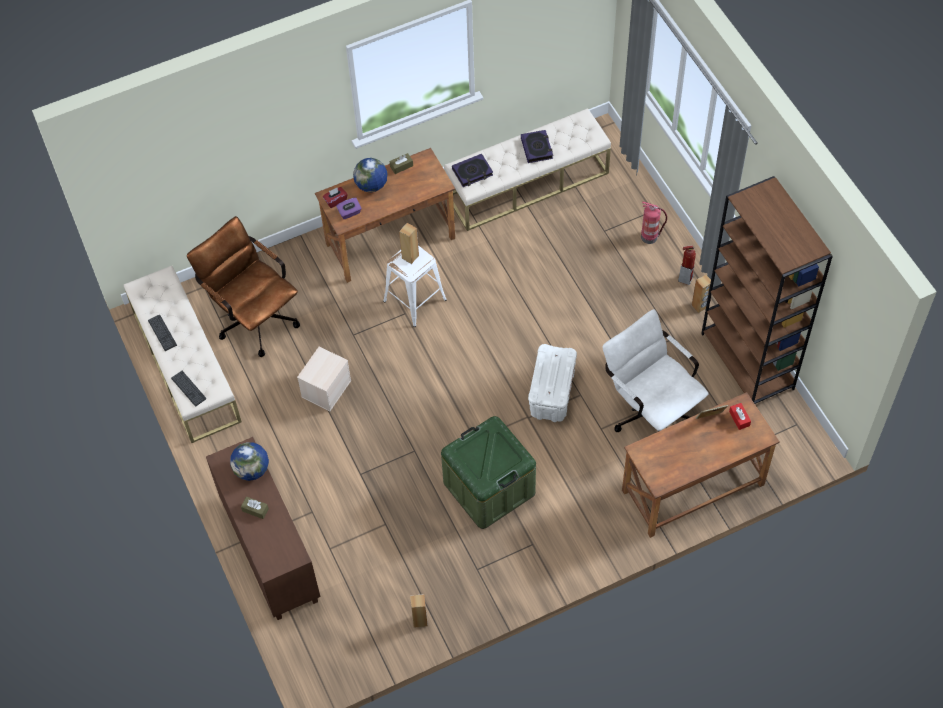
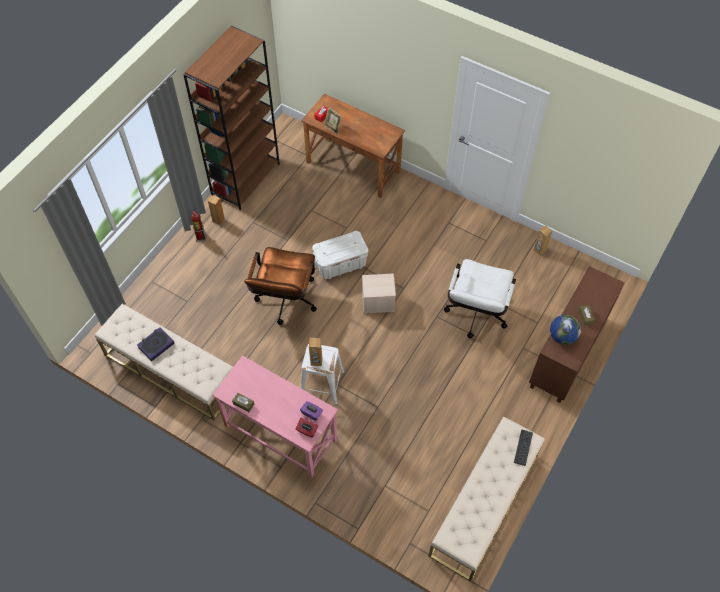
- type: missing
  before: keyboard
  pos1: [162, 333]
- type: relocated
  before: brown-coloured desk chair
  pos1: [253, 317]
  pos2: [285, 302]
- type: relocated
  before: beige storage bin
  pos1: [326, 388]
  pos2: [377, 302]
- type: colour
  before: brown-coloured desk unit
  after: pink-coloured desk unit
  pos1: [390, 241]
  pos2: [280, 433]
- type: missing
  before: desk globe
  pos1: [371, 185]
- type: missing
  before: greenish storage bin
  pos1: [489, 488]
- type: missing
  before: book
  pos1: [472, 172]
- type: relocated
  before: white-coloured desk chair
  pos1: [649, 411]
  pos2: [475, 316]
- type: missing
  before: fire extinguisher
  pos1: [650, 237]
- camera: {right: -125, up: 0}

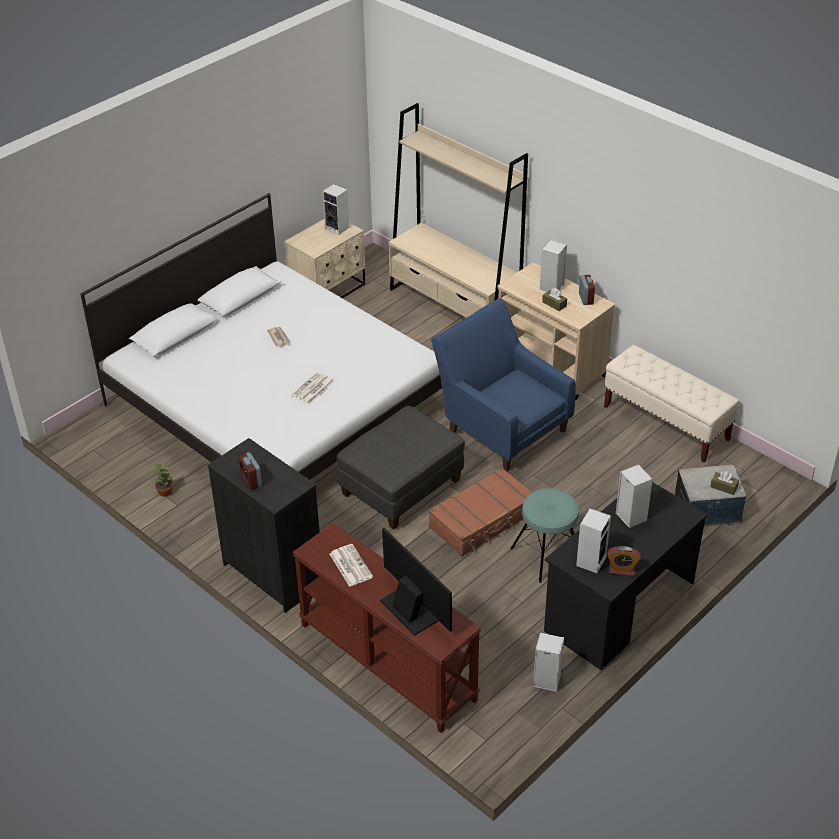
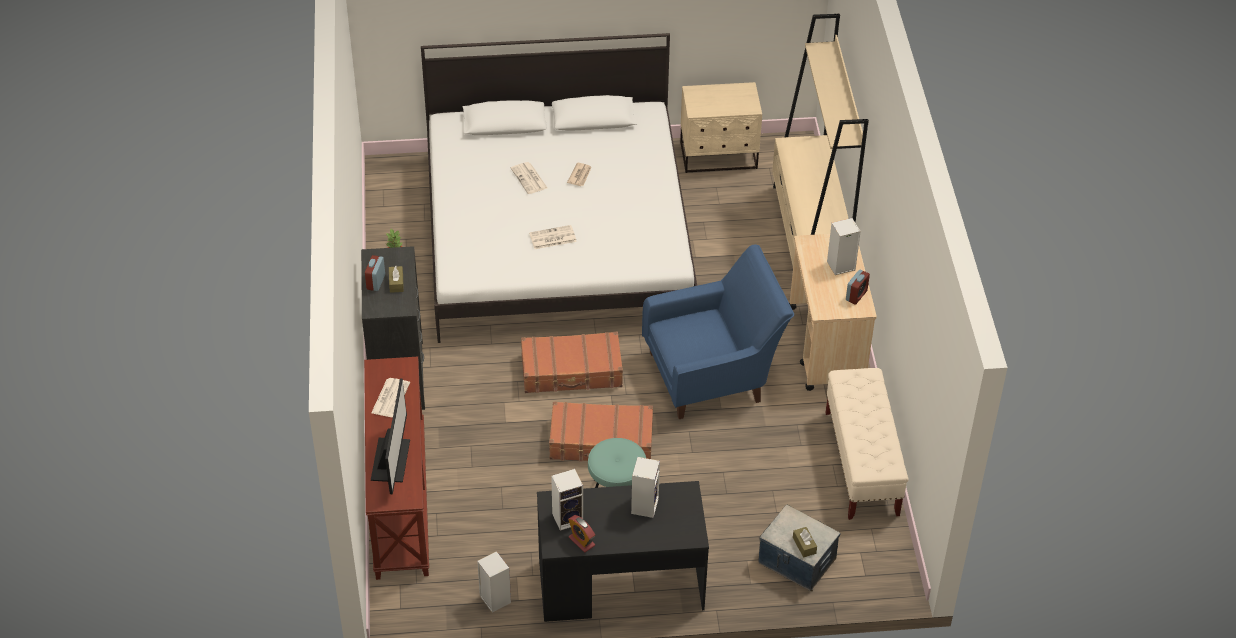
- type: missing
  before: loudspeaker
  pos1: [338, 228]
- type: exchanged
  before: greyish ottoman
  after: brown-coloured suitcase
  pos1: [401, 487]
  pos2: [572, 371]
- type: spun
  before: blue-coloured armchair
  pos1: [501, 428]
  pos2: [713, 374]
  turn: 75
- type: relocated
  before: brown-coloured box of tissues
  pos1: [554, 304]
  pos2: [396, 283]
- type: appeared
  after: daily paper
  pos2: [529, 179]
- camera: {right: 40, up: 5}

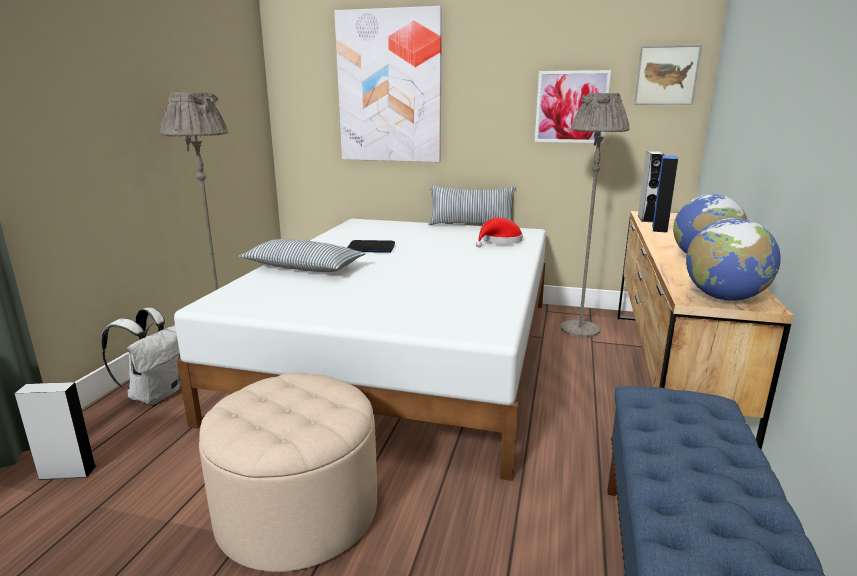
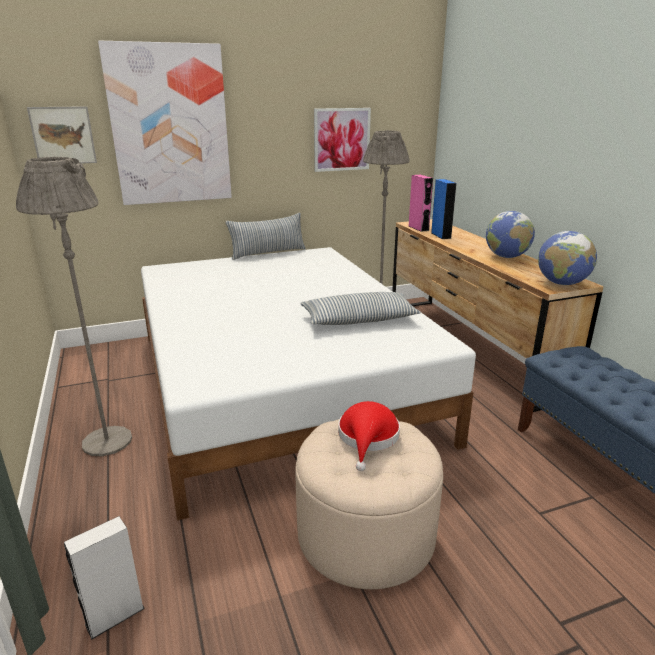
- type: missing
  before: white-coloured backpack
  pos1: [156, 394]
- type: relocated
  before: cushion
  pos1: [303, 267]
  pos2: [359, 319]
- type: missing
  before: portable computer
  pos1: [370, 248]
- type: relocated
  before: red-coloured wearable hat
  pos1: [500, 241]
  pos2: [368, 438]
- type: relocated
  before: picture
  pos1: [666, 75]
  pos2: [63, 135]
- type: colour
  before: greyish loudspeaker
  after: pink-coloured loudspeaker
  pos1: [646, 218]
  pos2: [418, 228]
- camera: {right: -35, up: 5}

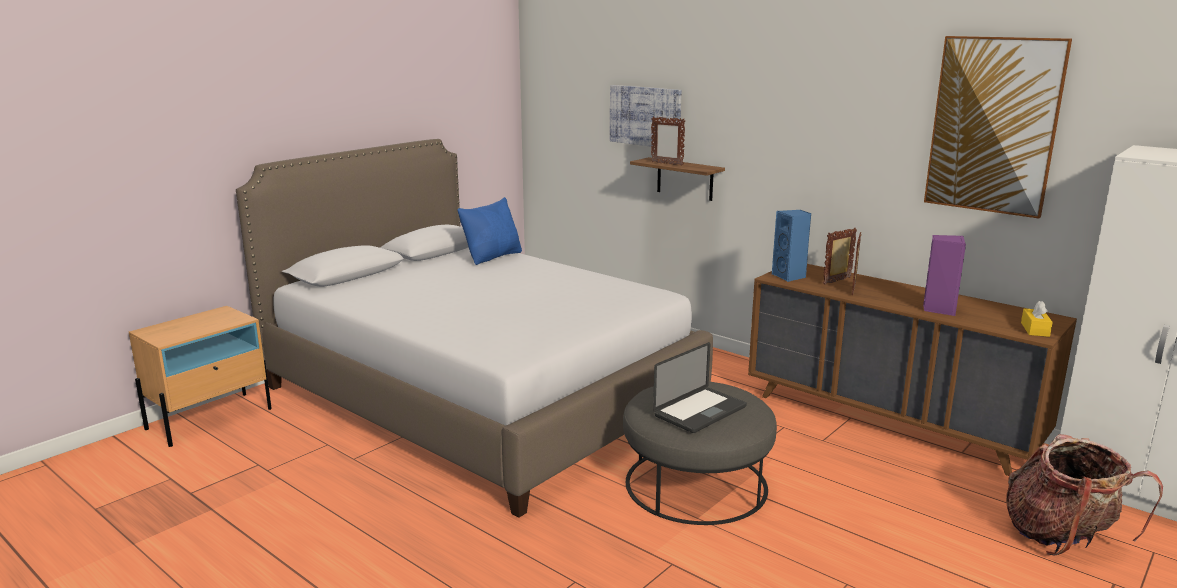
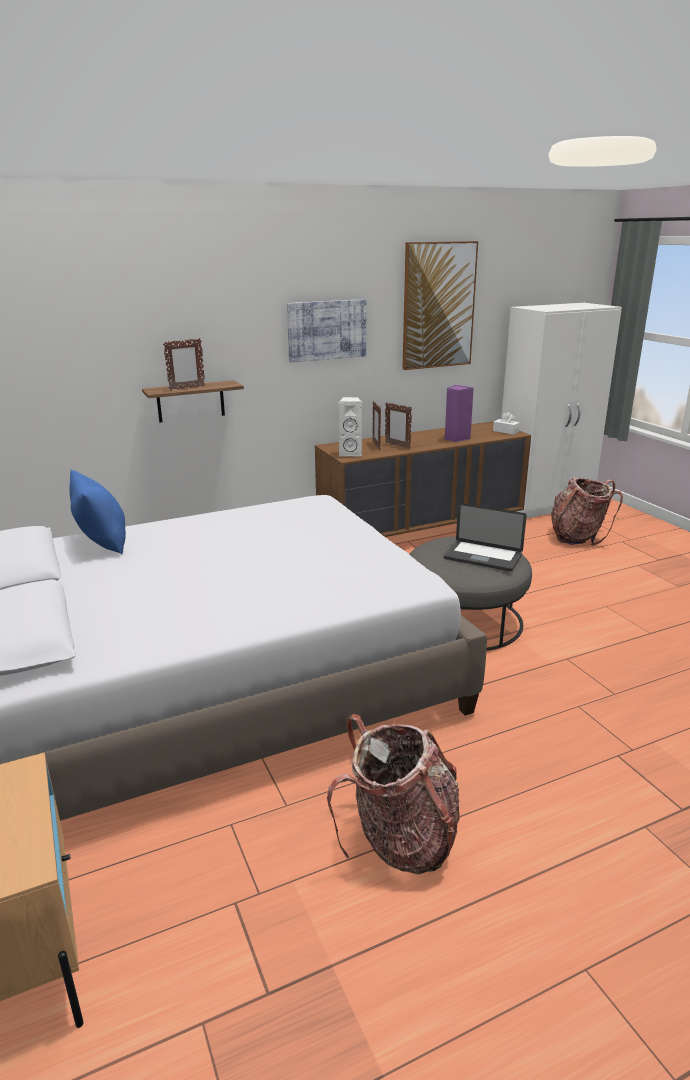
- type: relocated
  before: picture
  pos1: [645, 116]
  pos2: [327, 330]
- type: spun
  before: portable computer
  pos1: [700, 411]
  pos2: [482, 557]
  turn: 135
- type: colour
  before: blue-coloured loudspeaker
  after: white-coloured loudspeaker
  pos1: [789, 276]
  pos2: [350, 453]
- type: colour
  before: yellow box of tissues
  after: white-coloured box of tissues
  pos1: [1035, 329]
  pos2: [505, 431]
- type: appeared
  after: backpack
  pos2: [401, 839]
- camera: {right: -65, up: 5}

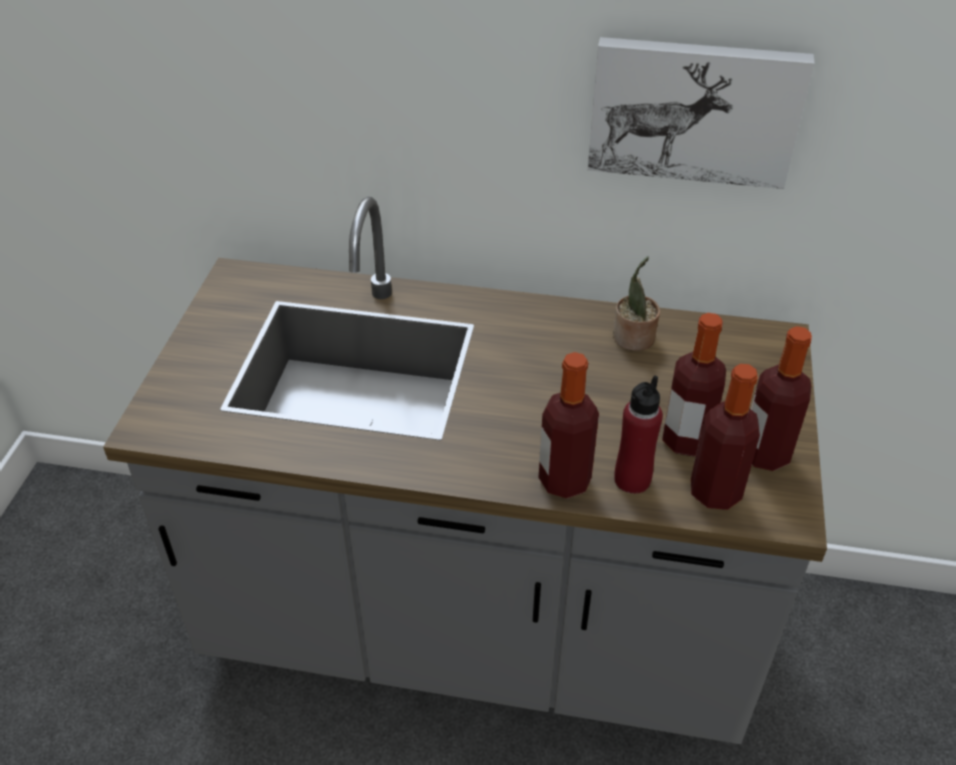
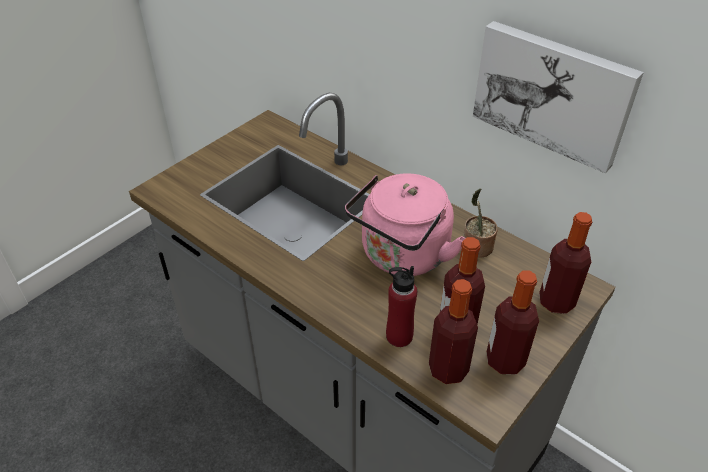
- type: relocated
  before: beverage bottle
  pos1: [564, 480]
  pos2: [556, 301]
- type: appeared
  after: pink-coloured kettle
  pos2: [402, 257]
- camera: {right: 30, up: 0}

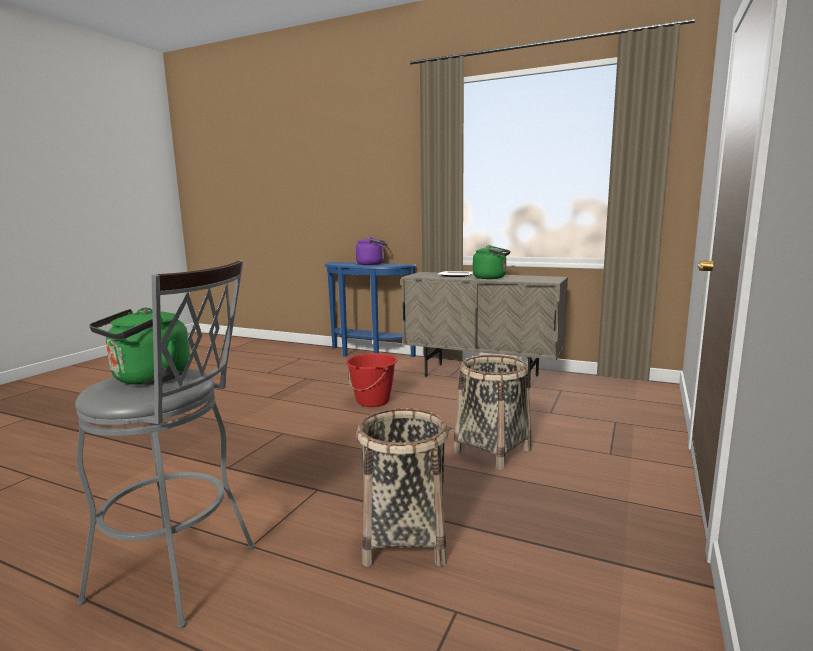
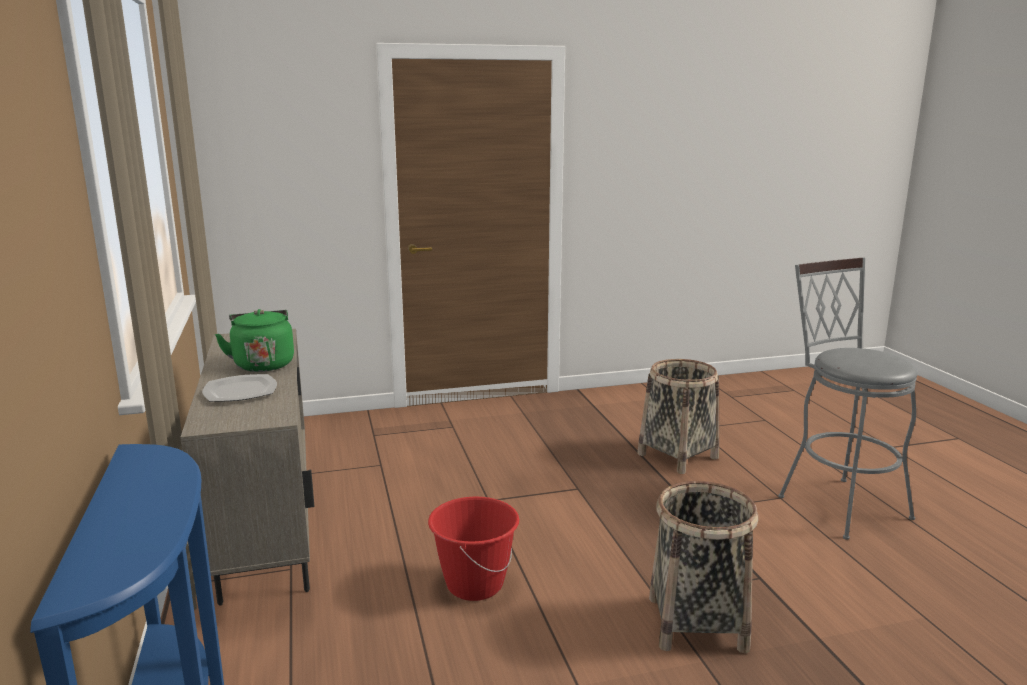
- type: missing
  before: greenish kettle
  pos1: [148, 379]
- type: missing
  before: purple kettle
  pos1: [372, 264]
- type: relocated
  before: household basket
  pos1: [492, 451]
  pos2: [697, 623]
- camera: {right: -130, up: 5}

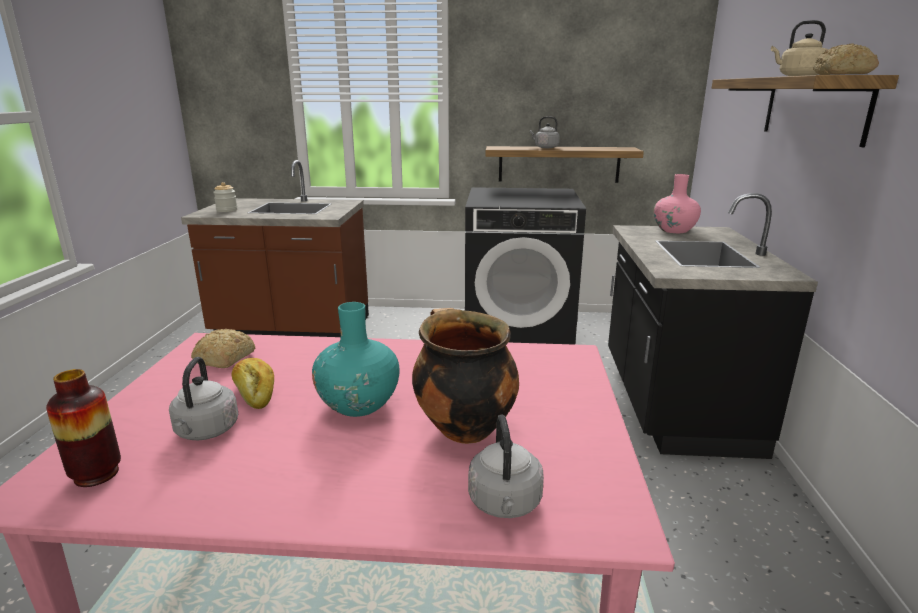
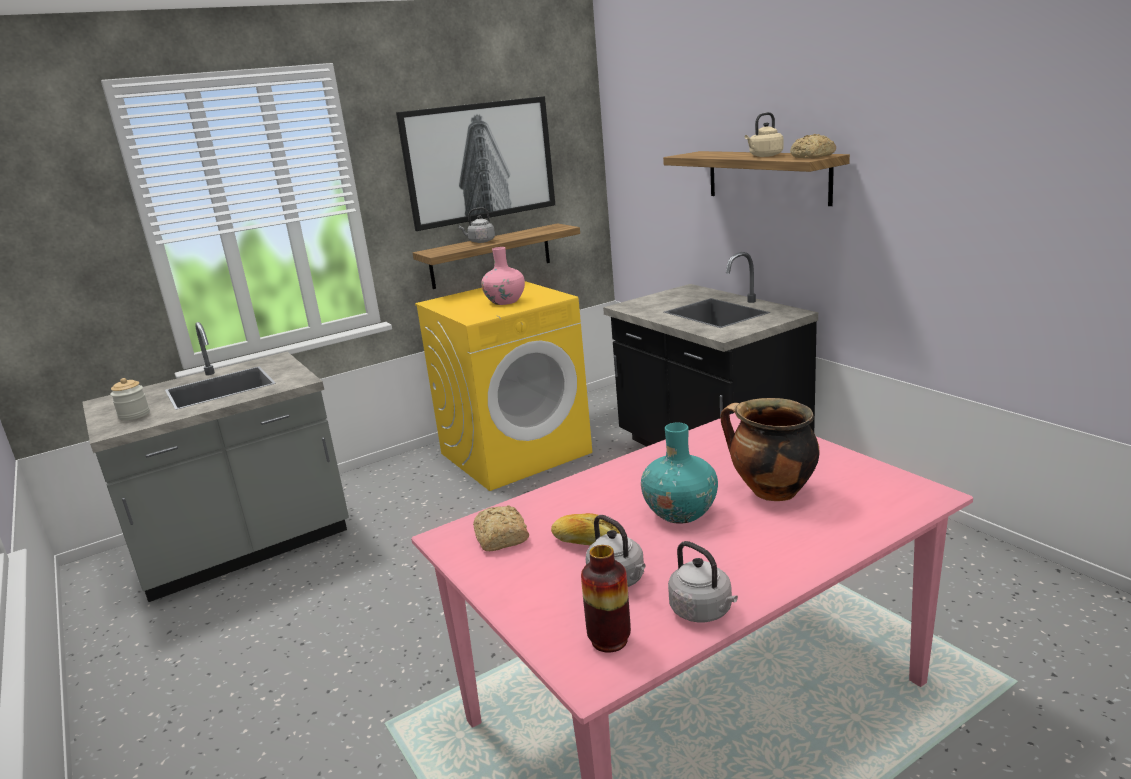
- type: colour
  before: brown-coloured kitchen counter
  after: greyish kitchen counter
  pos1: [292, 329]
  pos2: [245, 547]
- type: colour
  before: black washing machine
  after: yellow washing machine
  pos1: [518, 336]
  pos2: [516, 452]
- type: relocated
  before: greyish kettle
  pos1: [505, 504]
  pos2: [703, 612]
- type: relocated
  before: pink-coloured decorative vase
  pos1: [674, 230]
  pos2: [505, 301]
- type: appeared
  after: picture
  pos2: [480, 162]
- camera: {right: -35, up: 0}

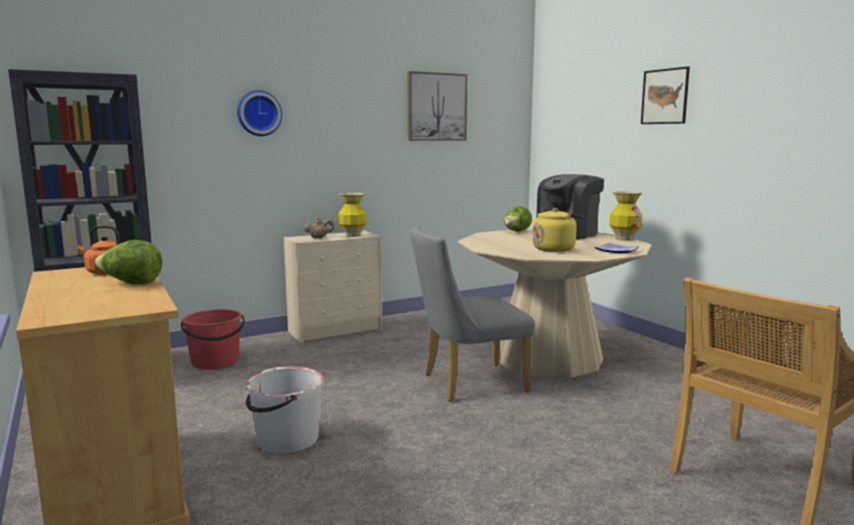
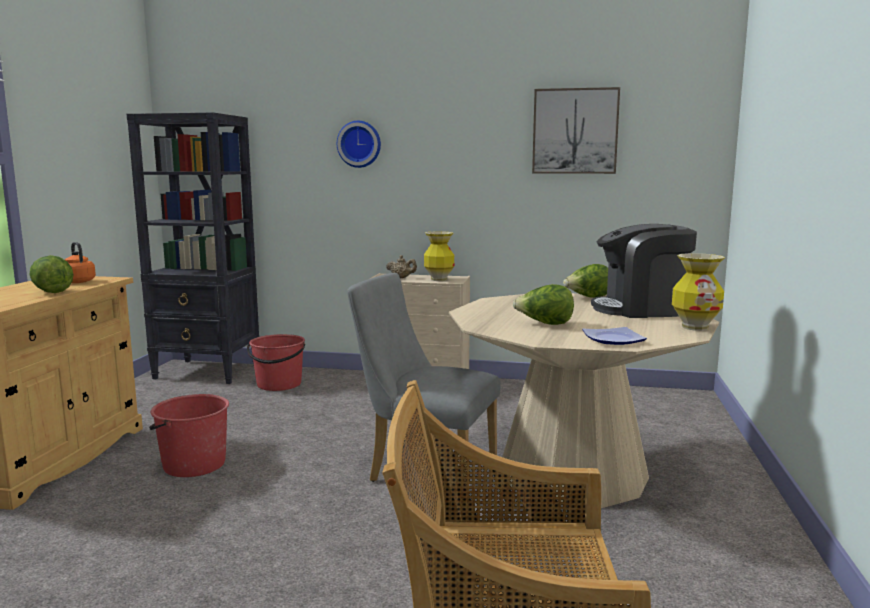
- type: colour
  before: white-coloured water bucket
  after: red-coloured water bucket
  pos1: [286, 439]
  pos2: [193, 464]
- type: exchanged
  before: yellow kettle
  after: lettuce
  pos1: [555, 249]
  pos2: [545, 324]
- type: missing
  before: picture
  pos1: [665, 96]
- camera: {right: 40, up: 0}

